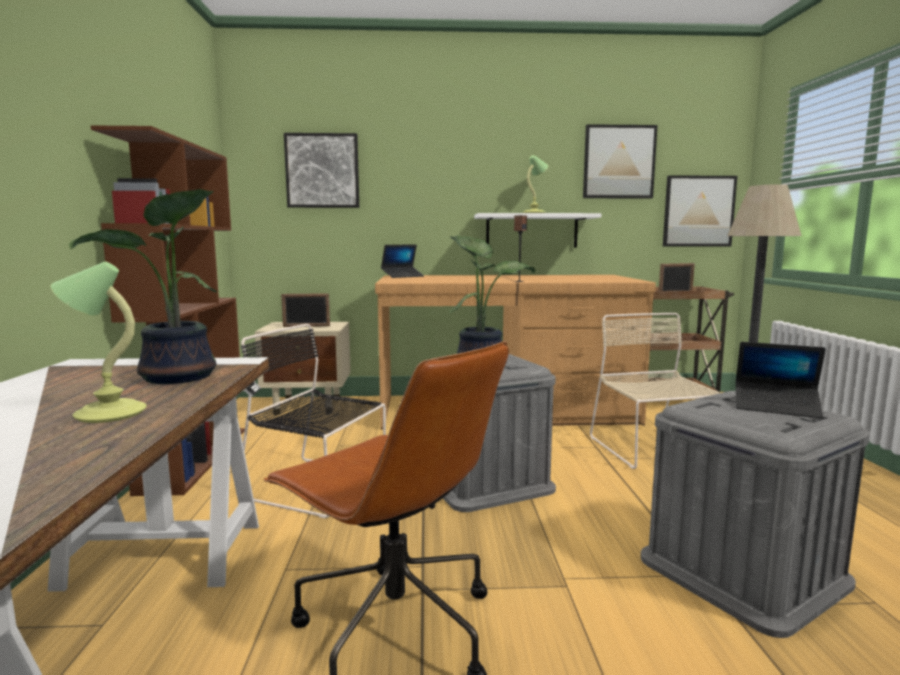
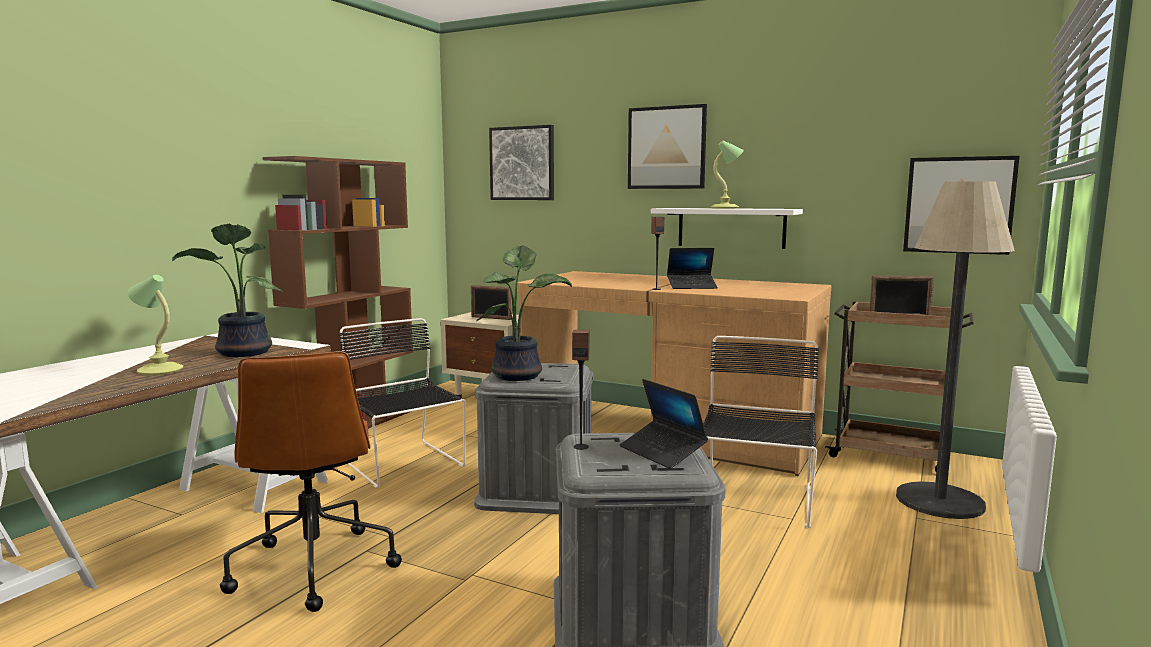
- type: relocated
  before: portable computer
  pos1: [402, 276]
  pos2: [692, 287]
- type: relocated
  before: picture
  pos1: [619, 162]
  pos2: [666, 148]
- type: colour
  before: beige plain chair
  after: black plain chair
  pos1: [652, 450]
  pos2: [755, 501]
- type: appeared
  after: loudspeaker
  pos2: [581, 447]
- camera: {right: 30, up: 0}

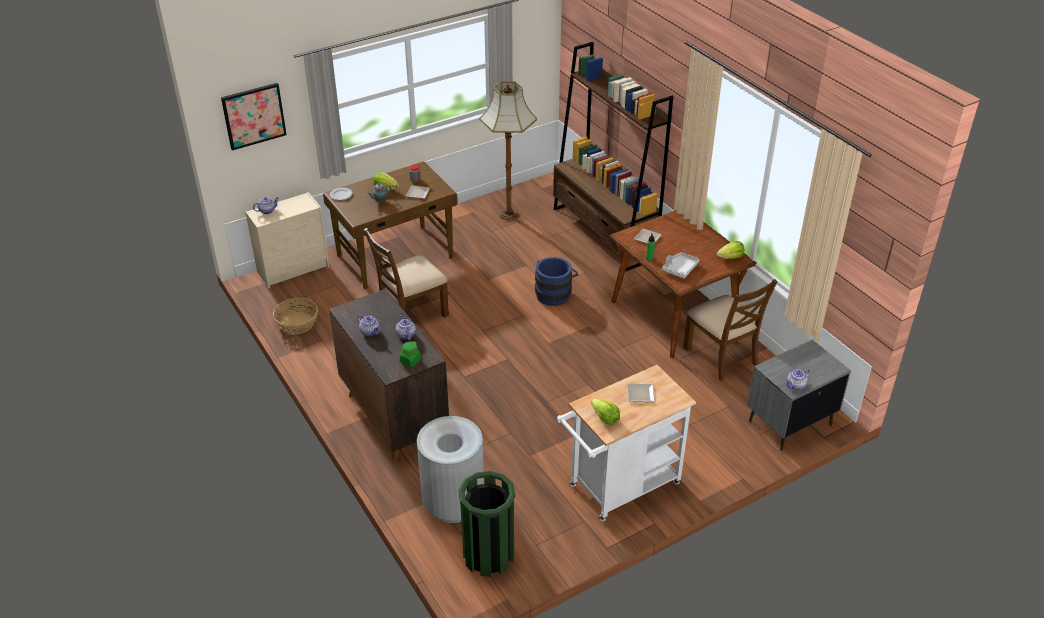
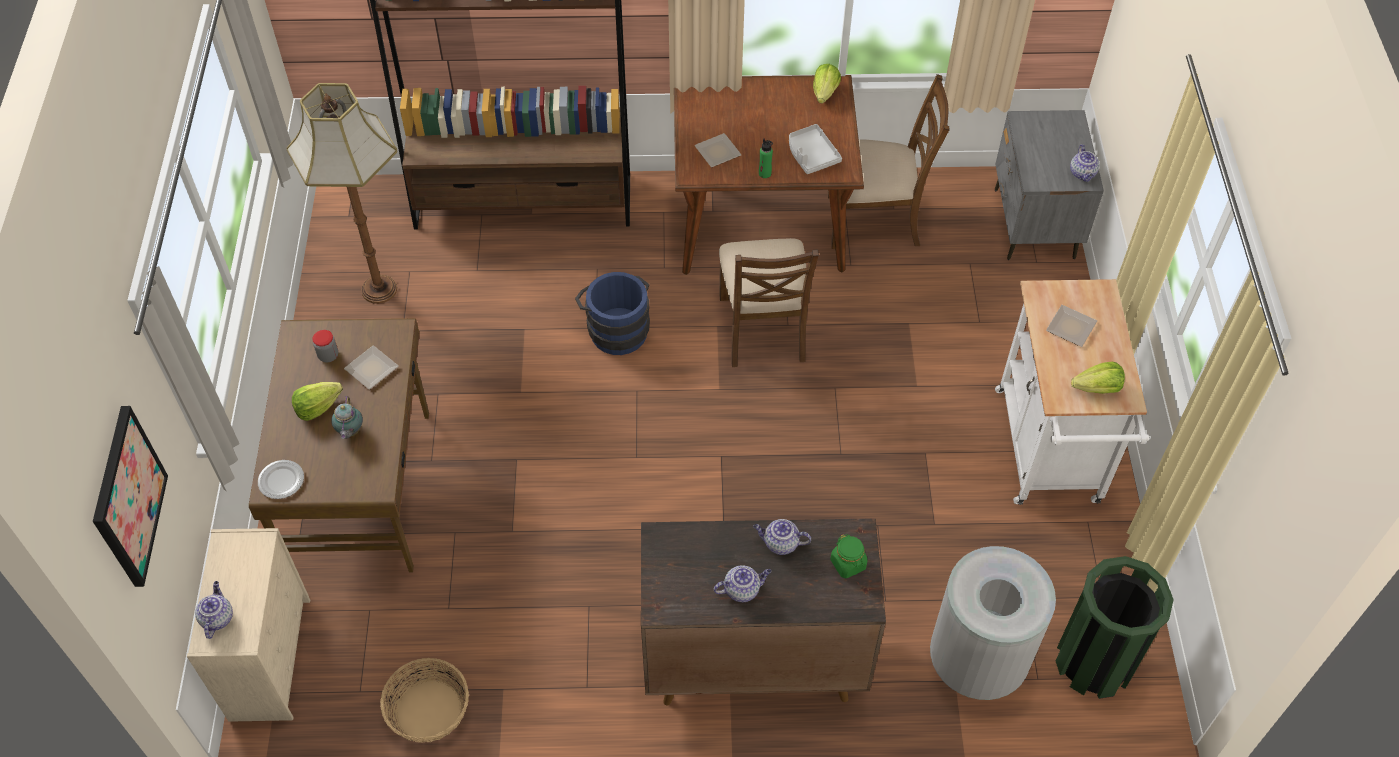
- type: relocated
  before: brown-coloured plain chair
  pos1: [411, 313]
  pos2: [763, 328]
- camera: {right: -60, up: 15}

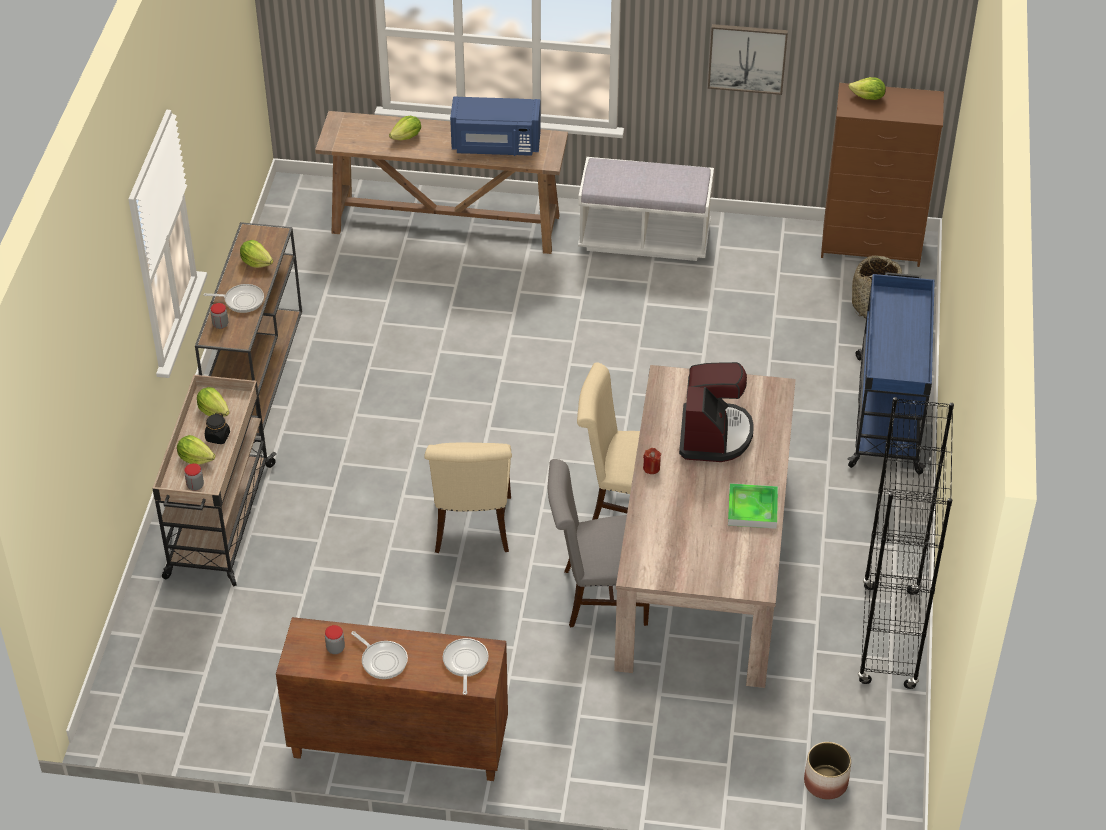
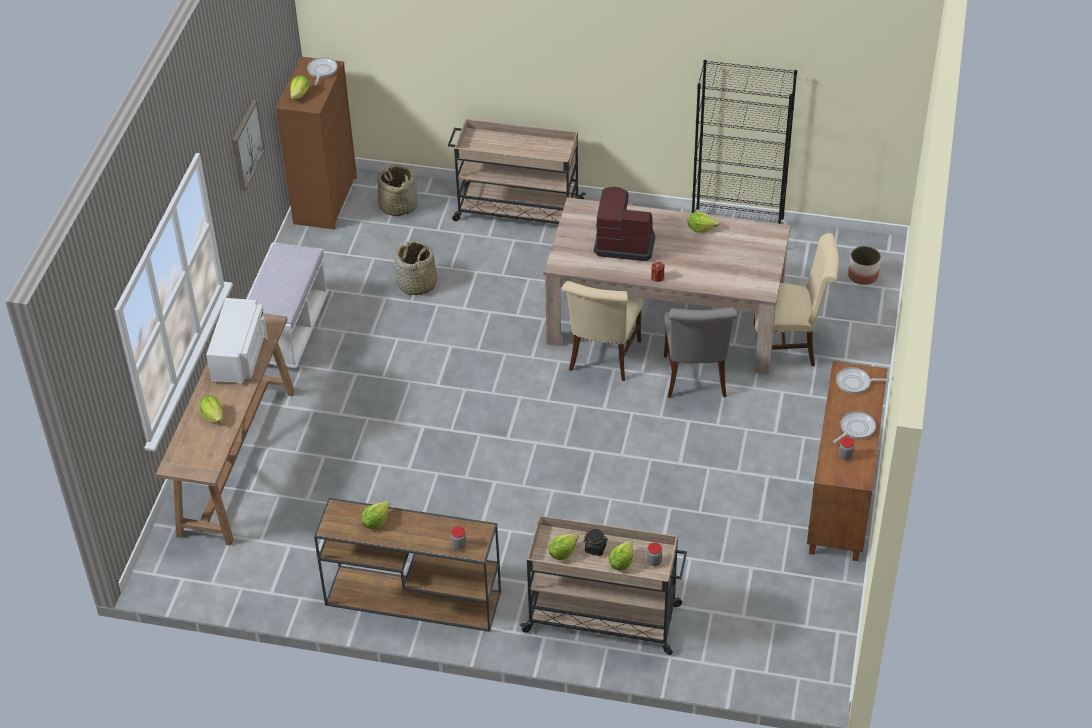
- type: relocated
  before: frying pan
  pos1: [241, 300]
  pos2: [321, 71]
- type: relocated
  before: beige plain chair
  pos1: [472, 529]
  pos2: [789, 345]
- type: colour
  before: blue-coloured microwave
  after: white-coloured microwave
  pos1: [496, 145]
  pos2: [240, 355]
- type: exchanged
  before: tray
  after: lettuce
  pos1: [752, 509]
  pos2: [701, 229]
- type: colour
  before: blue-coloured cart
  after: beige cart
  pos1: [887, 412]
  pos2: [516, 211]
- type: appeared
  after: household basket
  pos2: [417, 284]
- camera: {right: -85, up: 0}

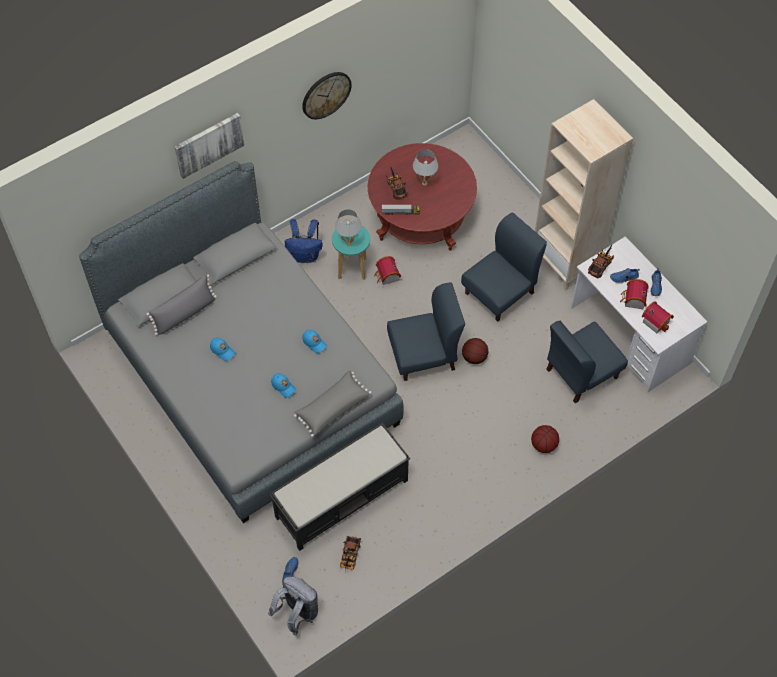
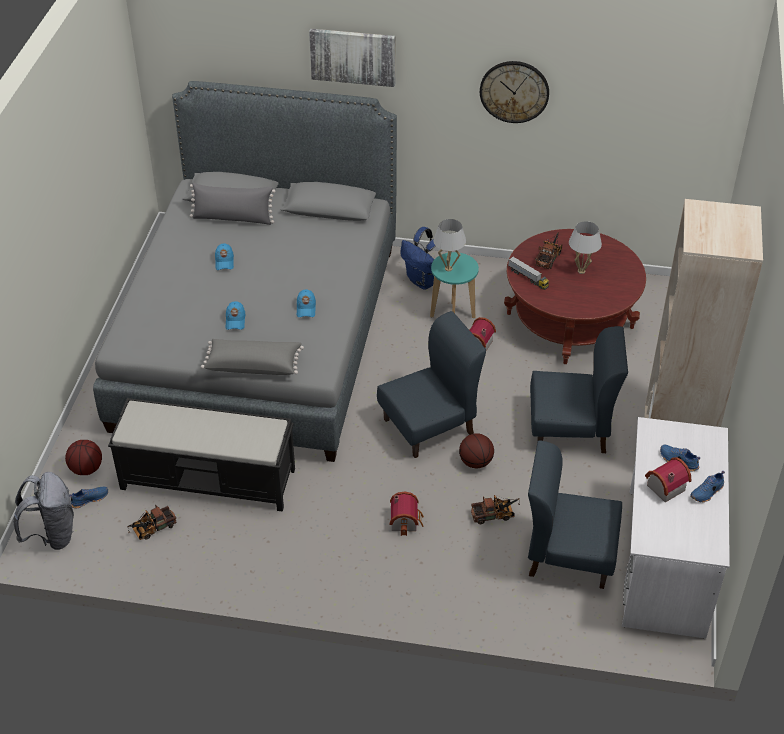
- type: spun
  before: blue-coloured plain chair
  pos1: [424, 356]
  pos2: [429, 426]
  turn: -60
- type: relocated
  before: basketball ball
  pos1: [543, 445]
  pos2: [86, 469]
- type: relocated
  before: toy truck
  pos1: [601, 265]
  pos2: [495, 515]
- type: relocated
  before: toy house
  pos1: [656, 320]
  pos2: [406, 520]
- camera: {right: 45, up: -15}

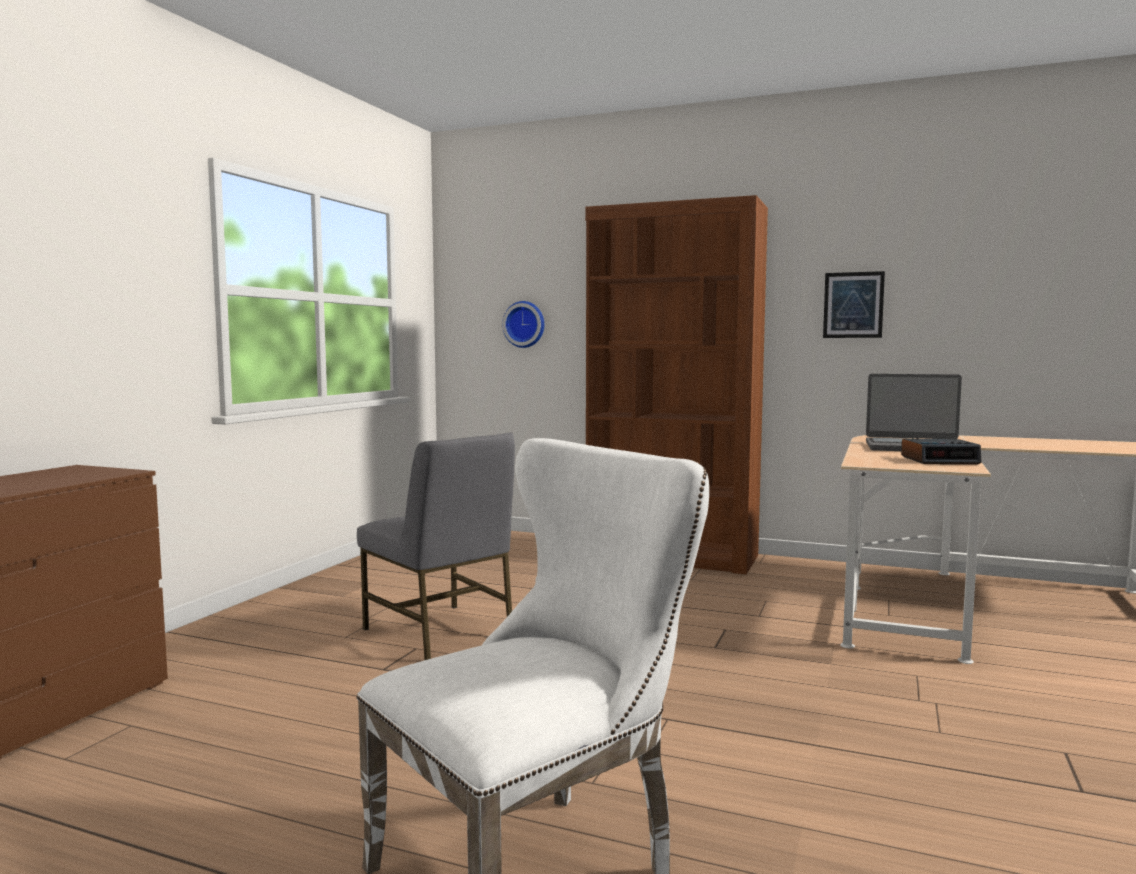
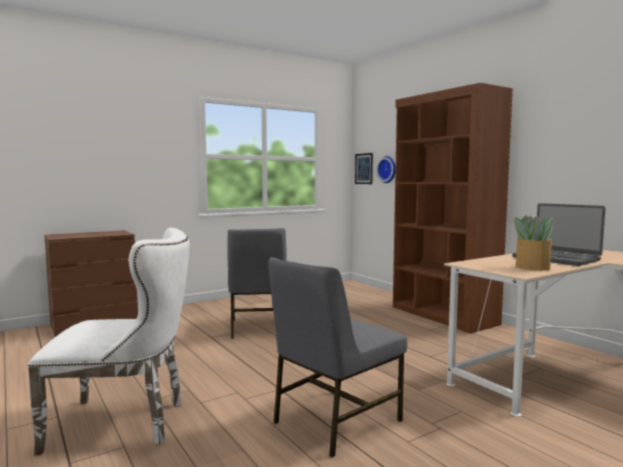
- type: relocated
  before: picture
  pos1: [853, 305]
  pos2: [363, 168]
- type: exchanged
  before: table clock
  after: potted plant
  pos1: [940, 460]
  pos2: [531, 267]
- type: appeared
  after: greyish plain chair
  pos2: [334, 421]
- camera: {right: 35, up: 0}

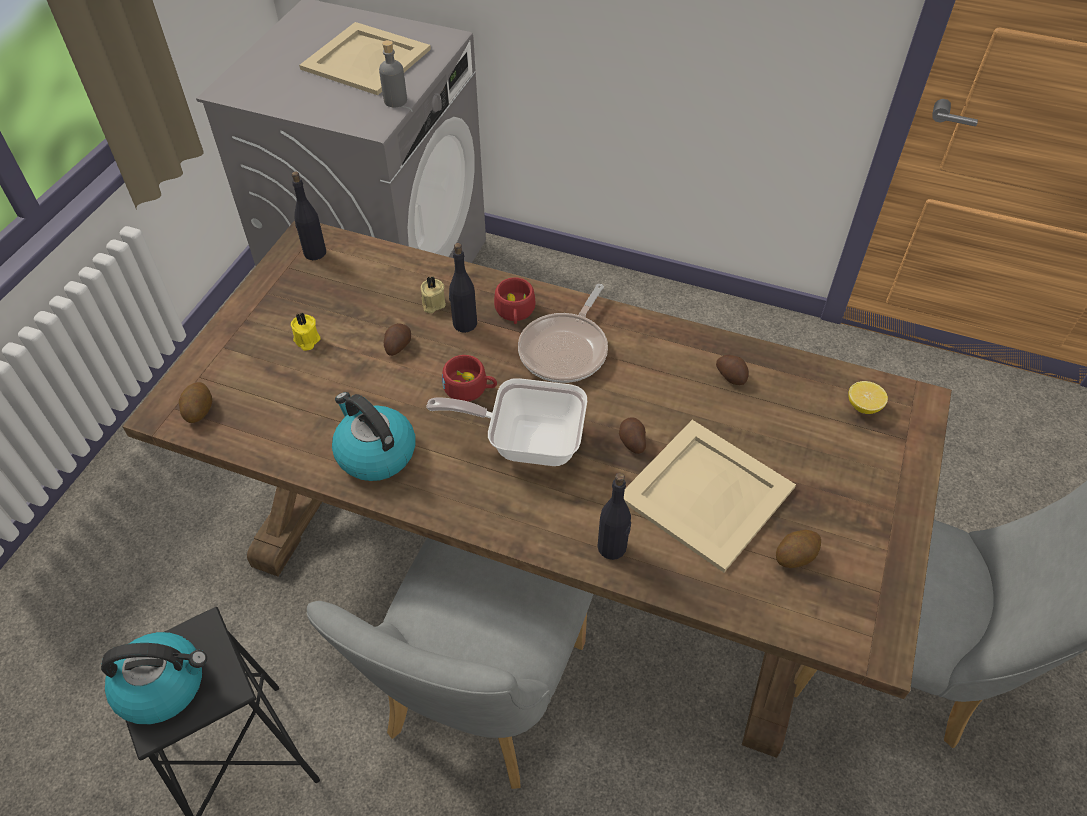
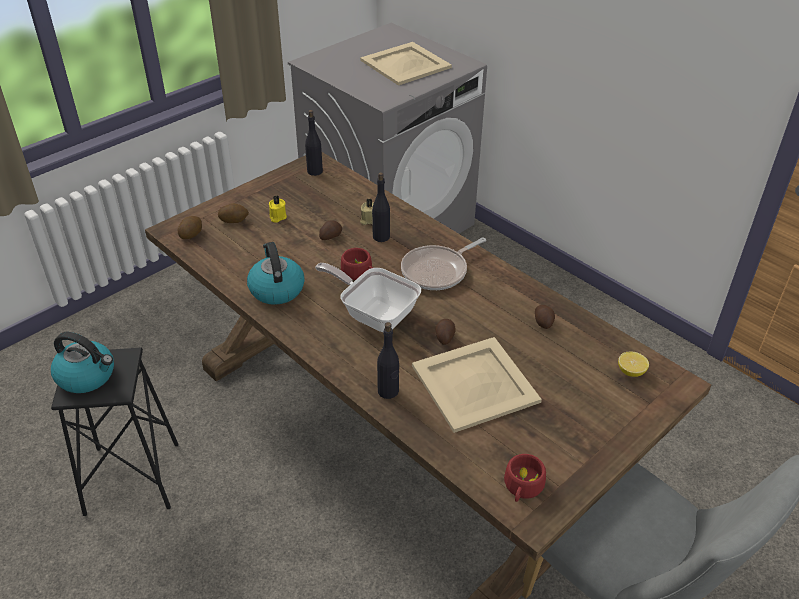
- type: missing
  before: greyish plain chair
  pos1: [478, 702]
- type: missing
  before: greyish beverage bottle
  pos1: [395, 101]
- type: relocated
  before: red-coloured small cup
  pos1: [515, 312]
  pos2: [522, 488]
- type: relocated
  before: spud
  pos1: [795, 555]
  pos2: [234, 220]
- camera: {right: 25, up: -10}

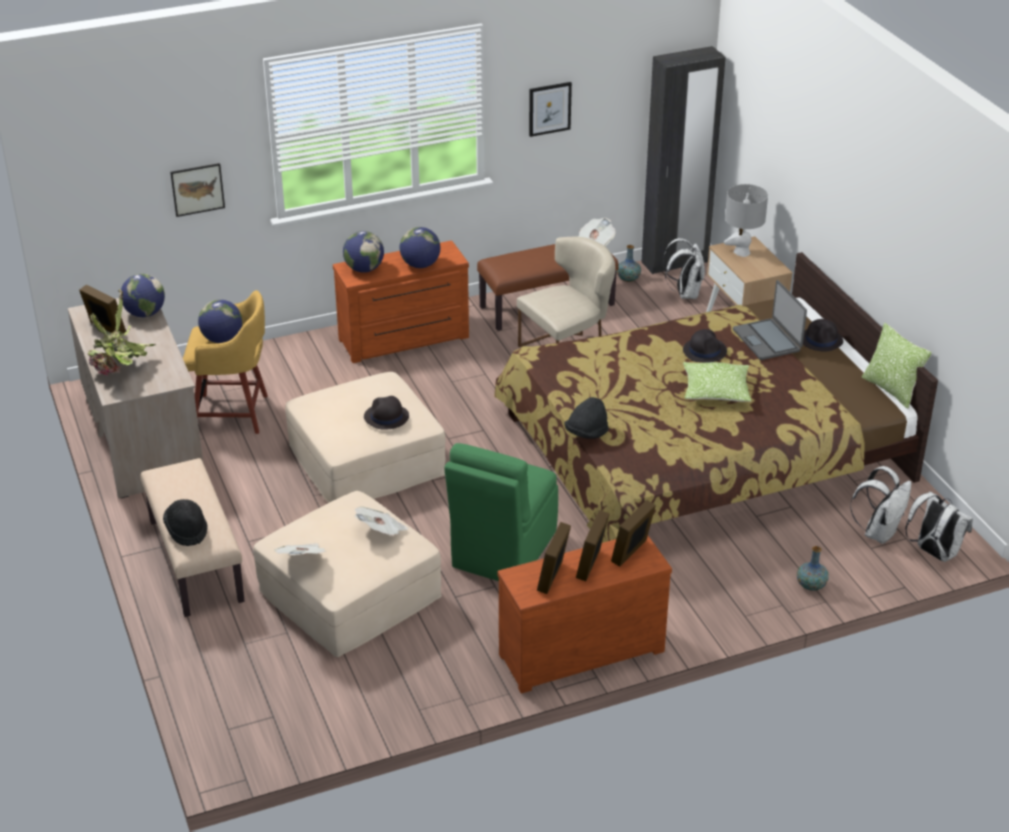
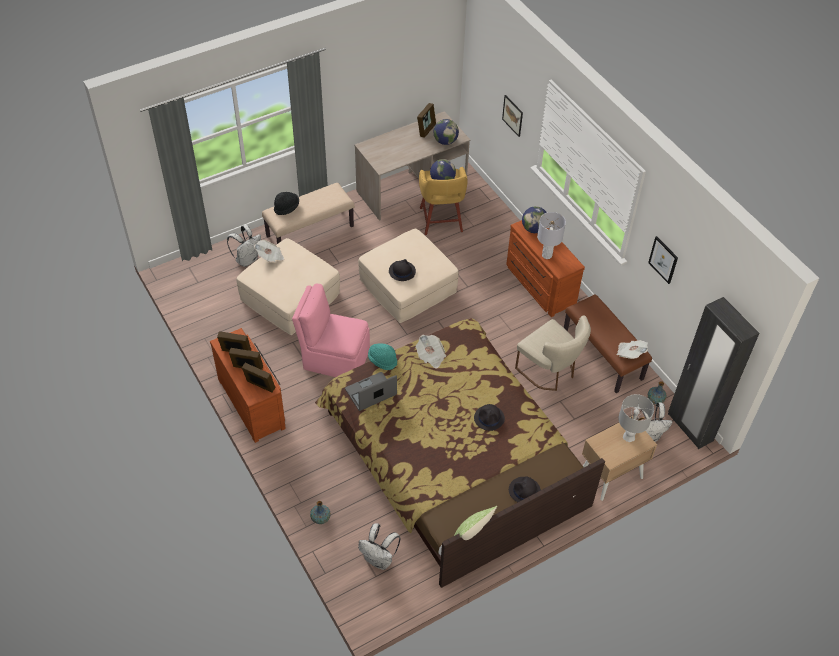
- type: missing
  before: potted plant
  pos1: [121, 370]
- type: relocated
  before: daily paper
  pos1: [381, 532]
  pos2: [430, 356]
- type: exchanged
  before: desk globe
  after: greyish lamp for a table
  pos1: [420, 265]
  pos2: [547, 255]
- type: colour
  before: greenish plain chair
  after: pink-coloured plain chair
  pos1: [502, 551]
  pos2: [334, 358]
- type: colour
  before: black wearable hat
  after: turquoise wearable hat
  pos1: [586, 433]
  pos2: [382, 360]
- type: missing
  before: cushion
  pos1: [715, 391]
- type: relocated
  before: portable computer
  pos1: [767, 340]
  pos2: [371, 393]
- type: relocated
  before: white-coloured backpack
  pos1: [933, 553]
  pos2: [247, 259]
- camera: {right: 80, up: 15}

